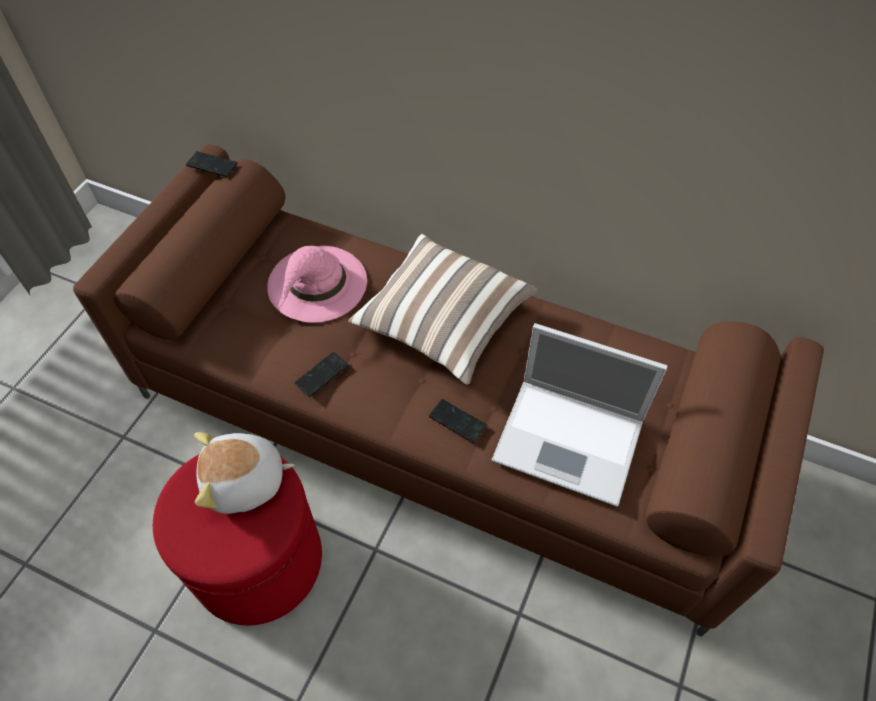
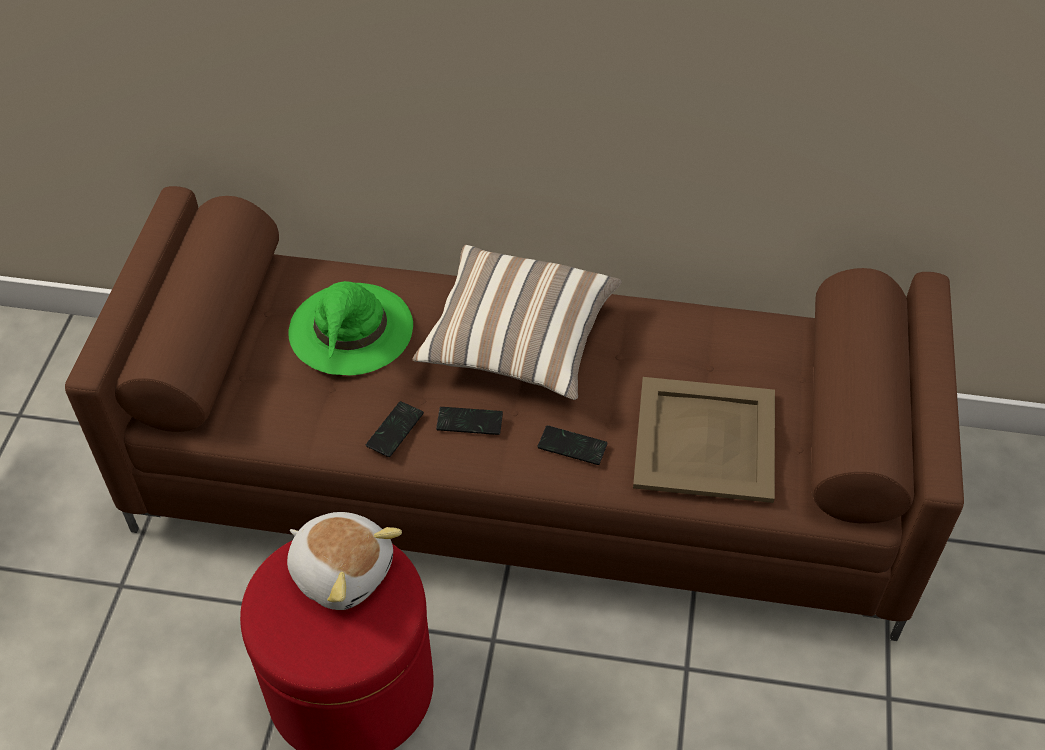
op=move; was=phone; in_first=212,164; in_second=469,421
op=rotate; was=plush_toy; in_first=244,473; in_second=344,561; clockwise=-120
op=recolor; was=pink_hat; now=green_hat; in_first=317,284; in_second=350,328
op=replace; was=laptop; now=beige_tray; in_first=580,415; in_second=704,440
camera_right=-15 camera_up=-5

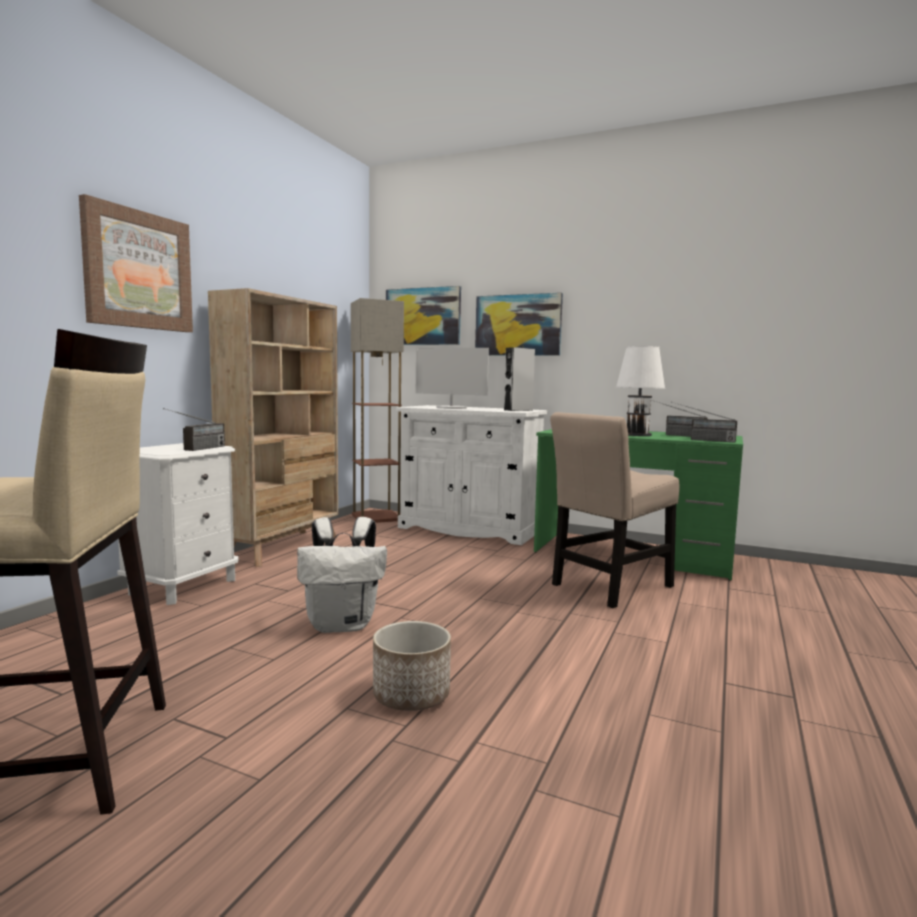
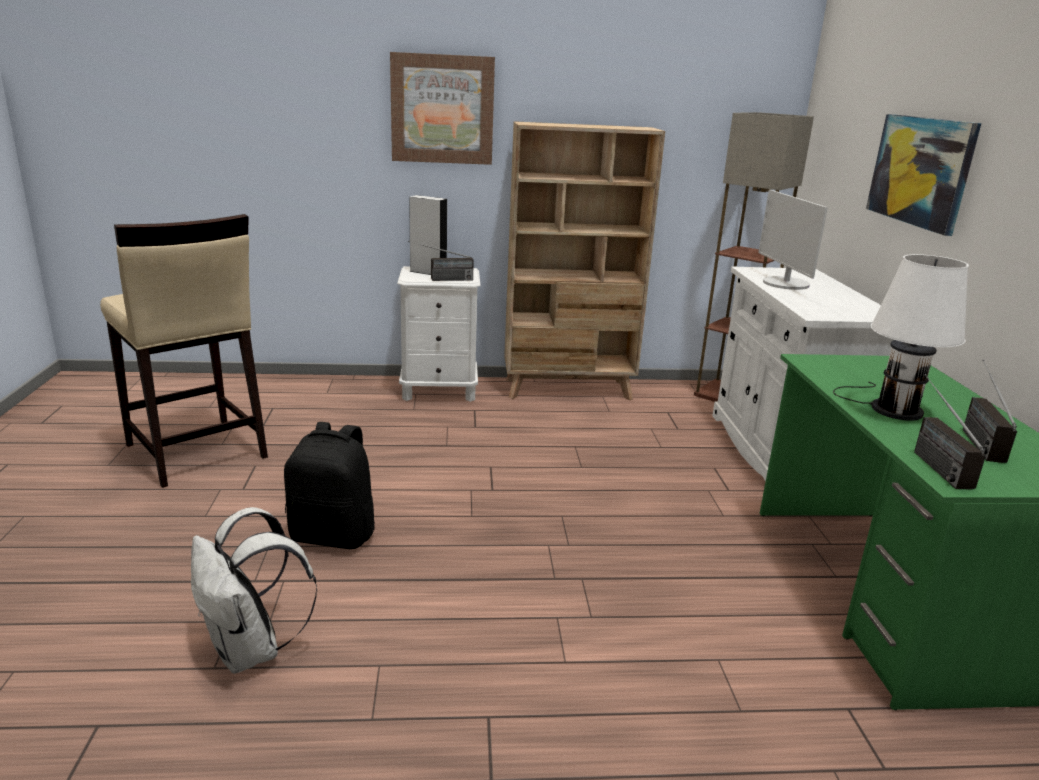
op=move; was=white_backpack; in_first=342,575; in_second=254,590
op=replace; was=planter; now=black_backpack; in_first=412,666; in_second=329,485
op=delete; was=picture; in_first=423,315
op=move; was=grey_speaker; in_first=519,379; in_second=428,235
op=delete; was=beige_chair; in_first=614,510
camera_right=60 camera_up=15

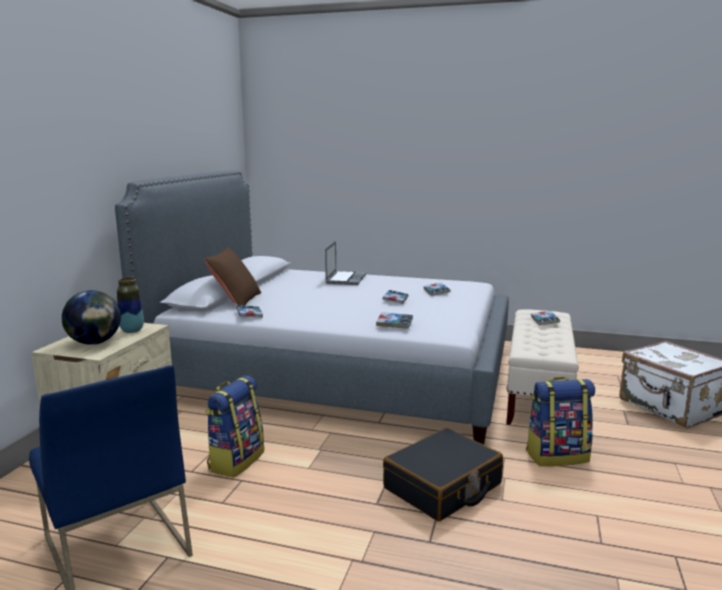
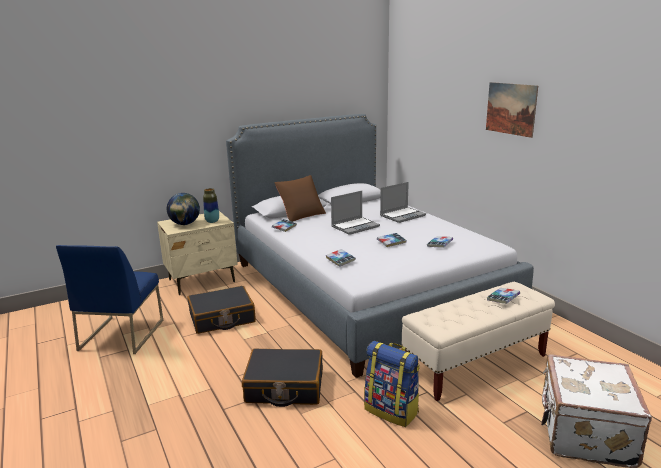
op=replace; was=backpack; now=black_suitcase; in_first=234,426; in_second=221,310
op=insert; now=laptop; in_second=355,213
op=insert; now=picture; in_second=512,110
camera_right=45 camera_up=5

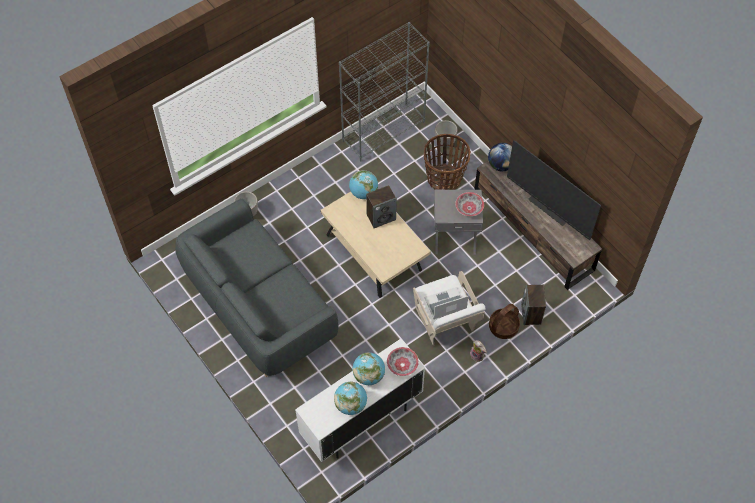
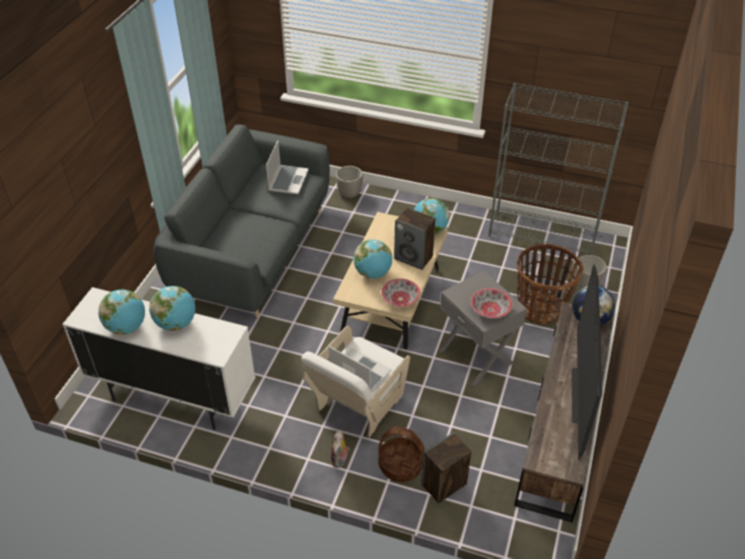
op=move; was=bowl; in_first=403,361; in_second=401,292
op=insert; now=laptop; in_second=287,167
op=insert; now=globe; in_second=372,259
camera_right=55 camera_up=-15

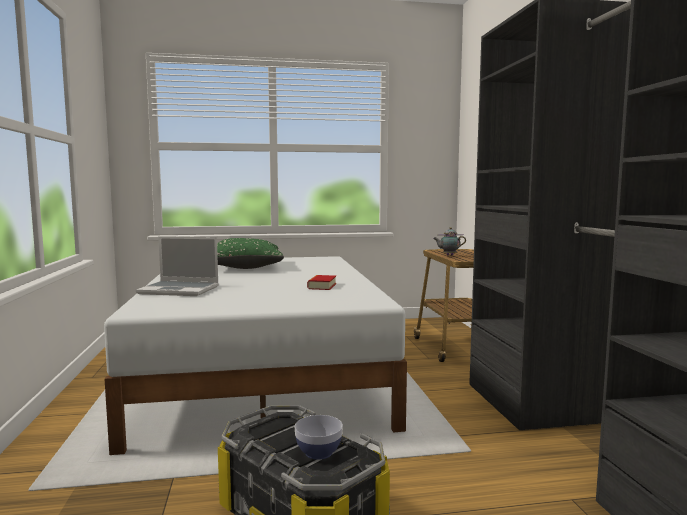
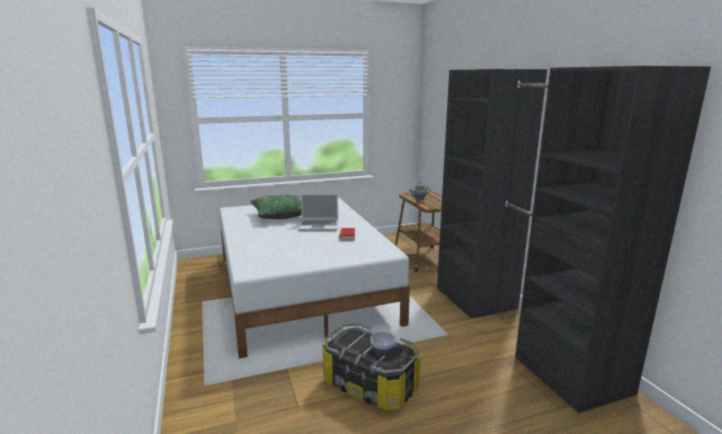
op=move; was=laptop; in_first=177,266; in_second=318,212
camera_right=-10 camera_up=10

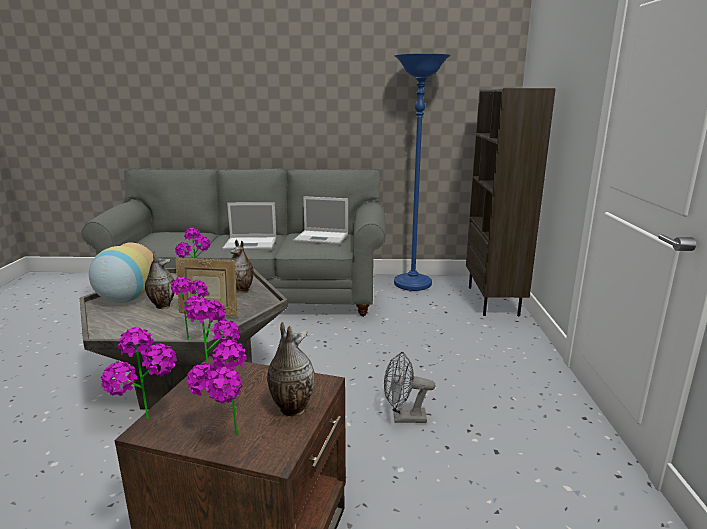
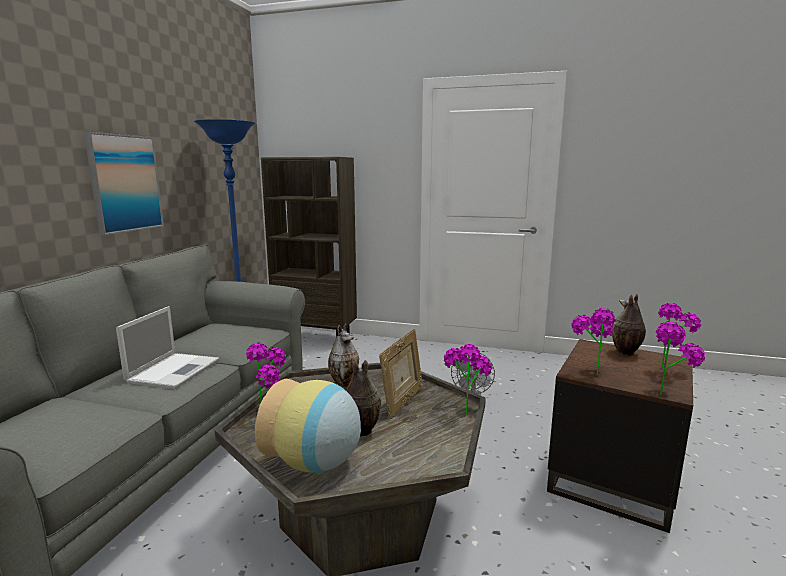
op=delete; was=laptop; in_first=320,220
op=insert; now=picture; in_second=124,183
camera_right=-75 camera_up=-5

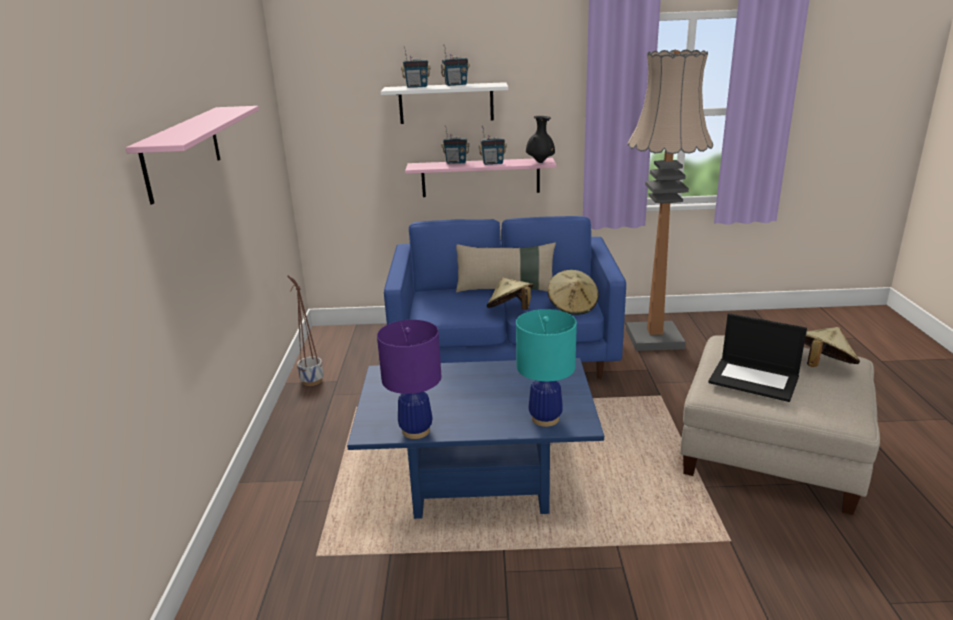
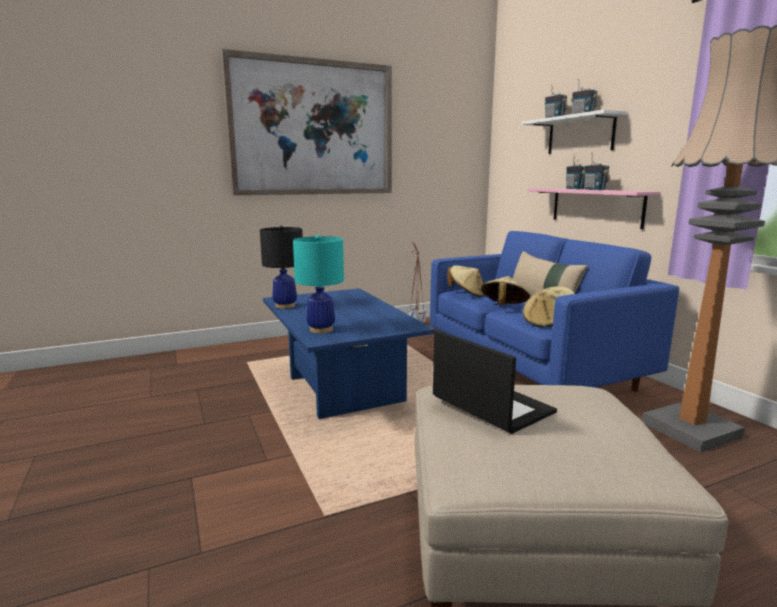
op=replace; was=pink_shelf; now=picture; in_first=192,155; in_second=306,122
op=recolor; was=purple_table_lamp; now=black_table_lamp; in_first=409,379; in_second=281,267
op=delete; was=black_vase; in_first=540,139
op=rotate; was=laptop; in_first=757,357; in_second=495,382; clockwise=135
op=move; was=beige_hat; in_first=832,347; in_second=466,281
camera_right=65 camera_up=-10

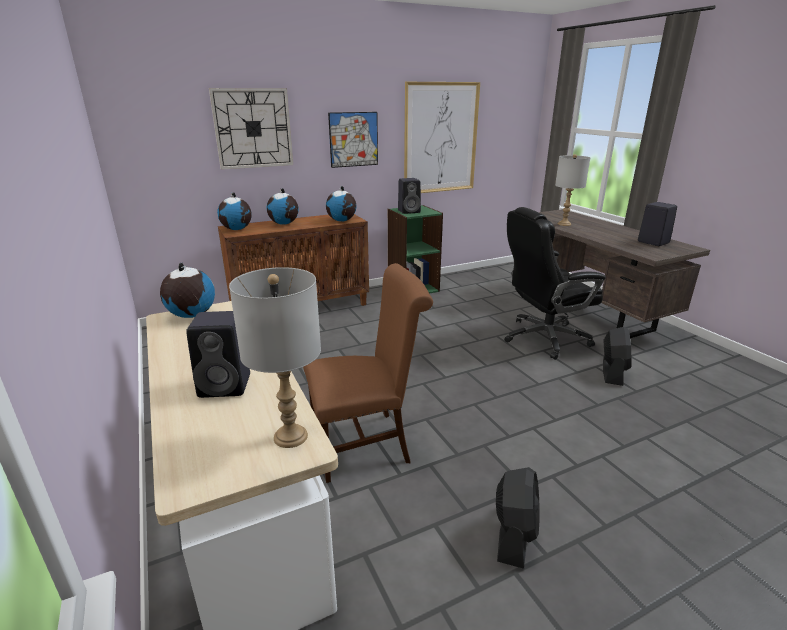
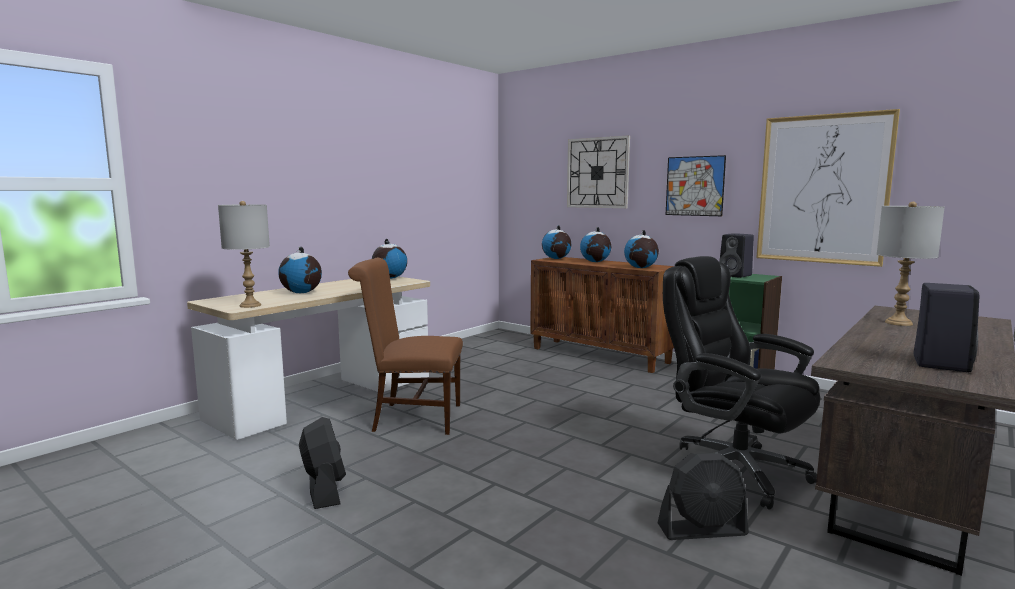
op=replace; was=black_speaker; now=globe; in_first=218,354; in_second=300,270
op=rotate; was=brown_chair; in_first=368,373; in_second=405,346; clockwise=135
op=rotate; was=black_fan; in_first=518,518; in_second=322,463; clockwise=-105
camera_right=65 camera_up=-15

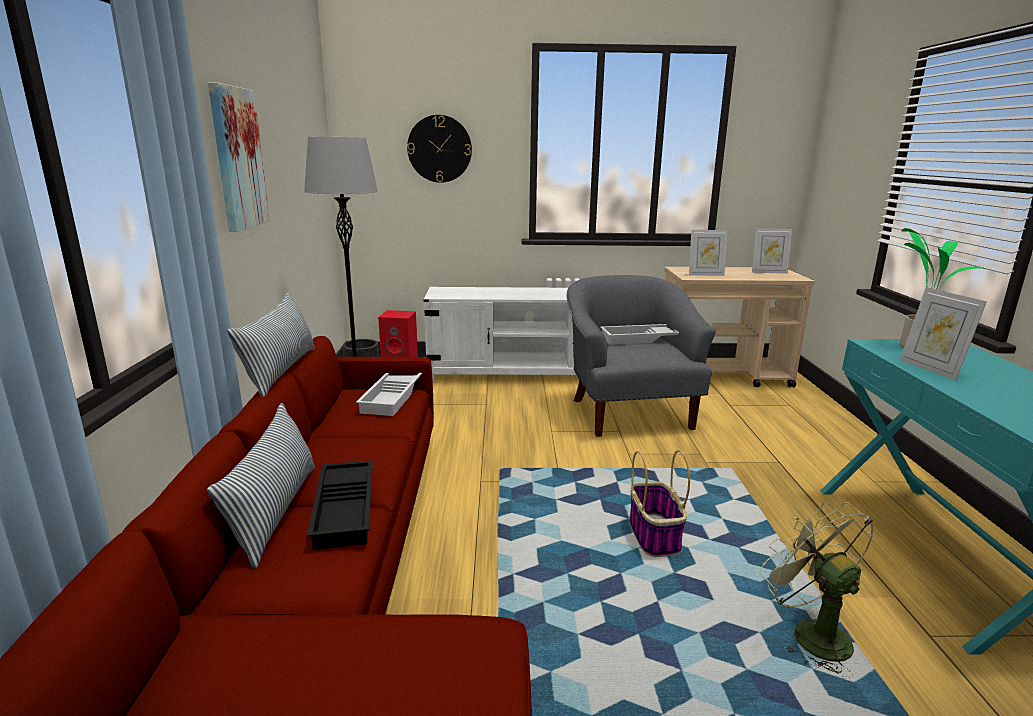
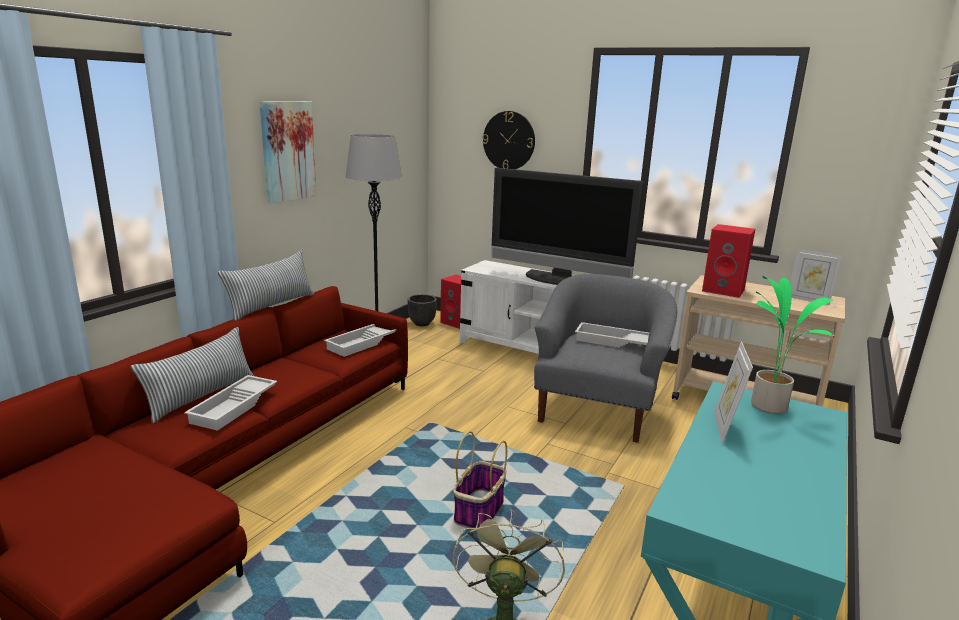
op=recolor; was=black_tray; now=white_tray; in_first=340,505; in_second=230,403
op=replace; was=picture_frame; now=red_speaker; in_first=708,253; in_second=728,261
op=insert; now=television; in_second=568,226
camera_right=30 camera_up=0

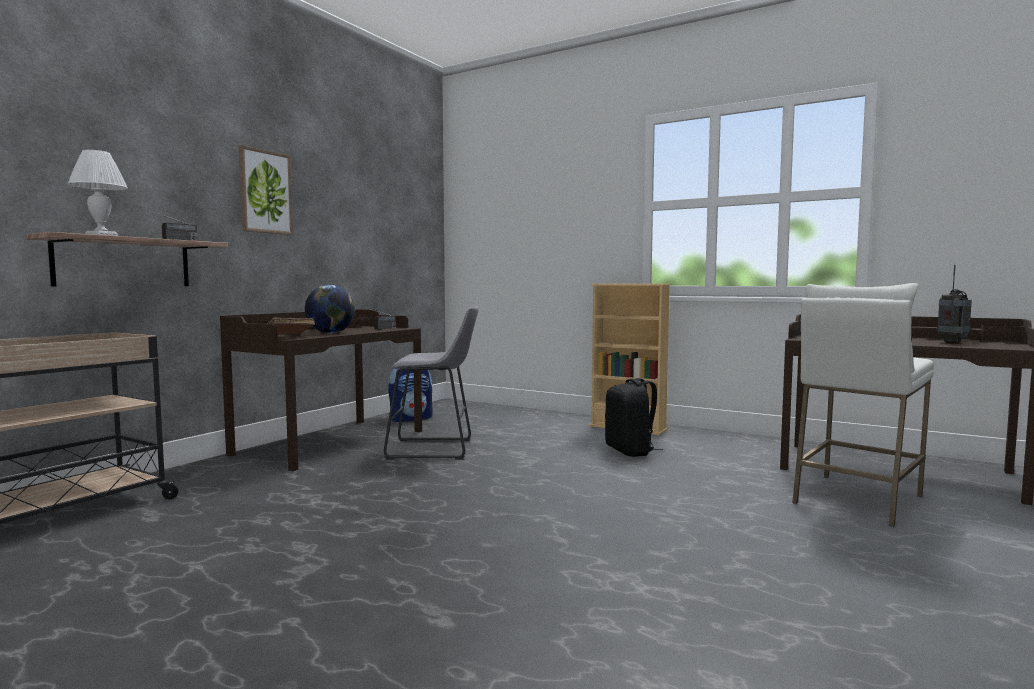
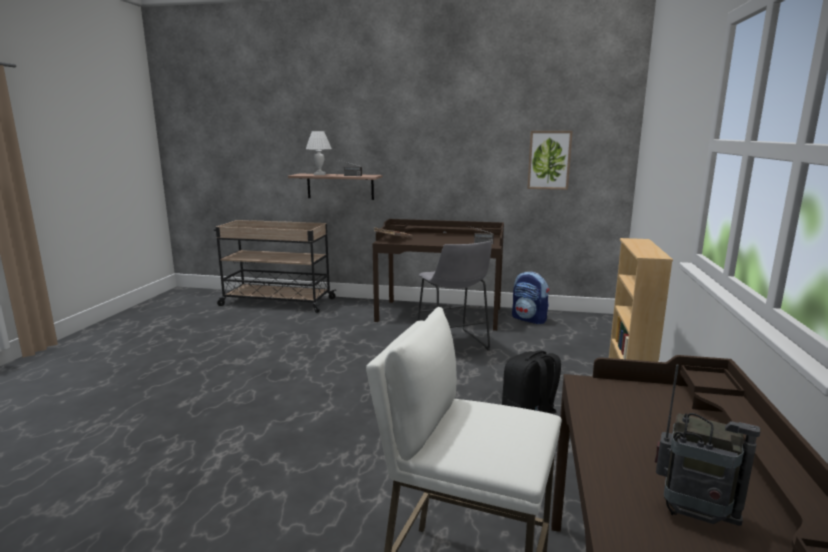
op=move; was=picture; in_first=265,190; in_second=550,160
op=delete; was=globe; in_first=330,309
camera_right=70 camera_up=10

